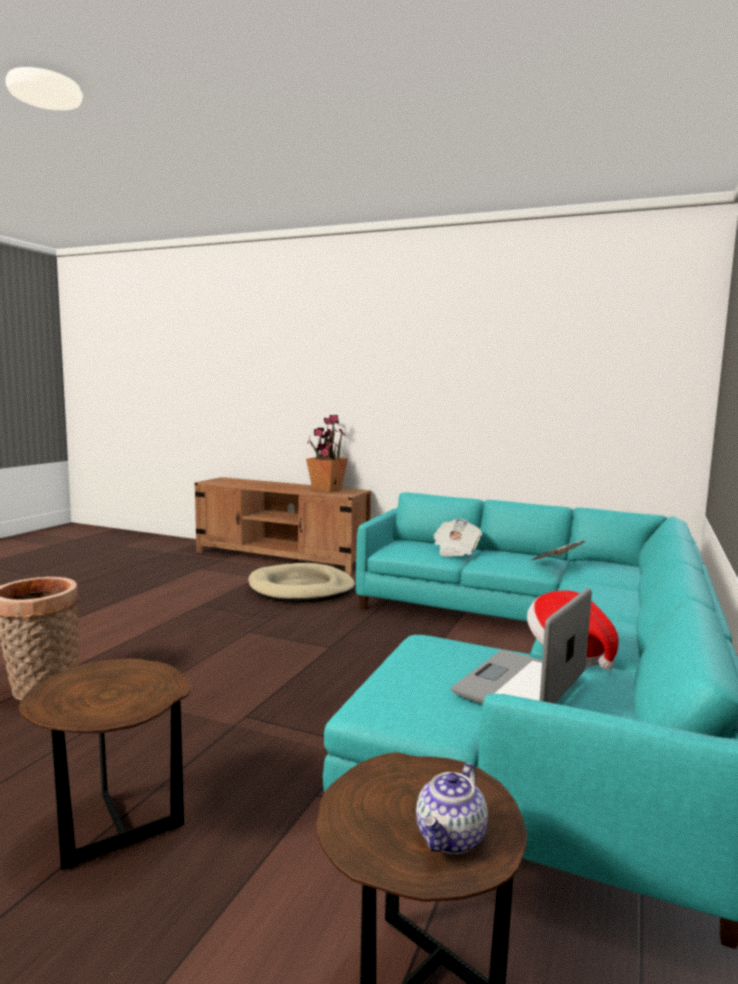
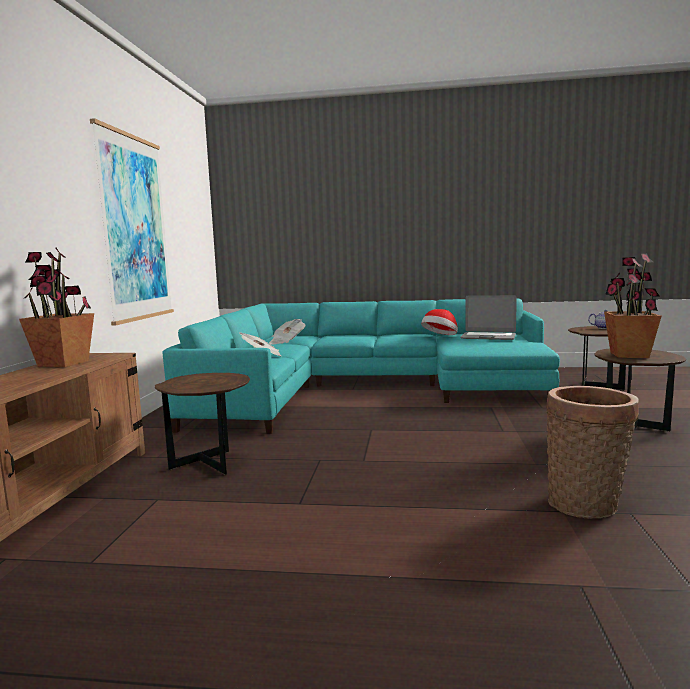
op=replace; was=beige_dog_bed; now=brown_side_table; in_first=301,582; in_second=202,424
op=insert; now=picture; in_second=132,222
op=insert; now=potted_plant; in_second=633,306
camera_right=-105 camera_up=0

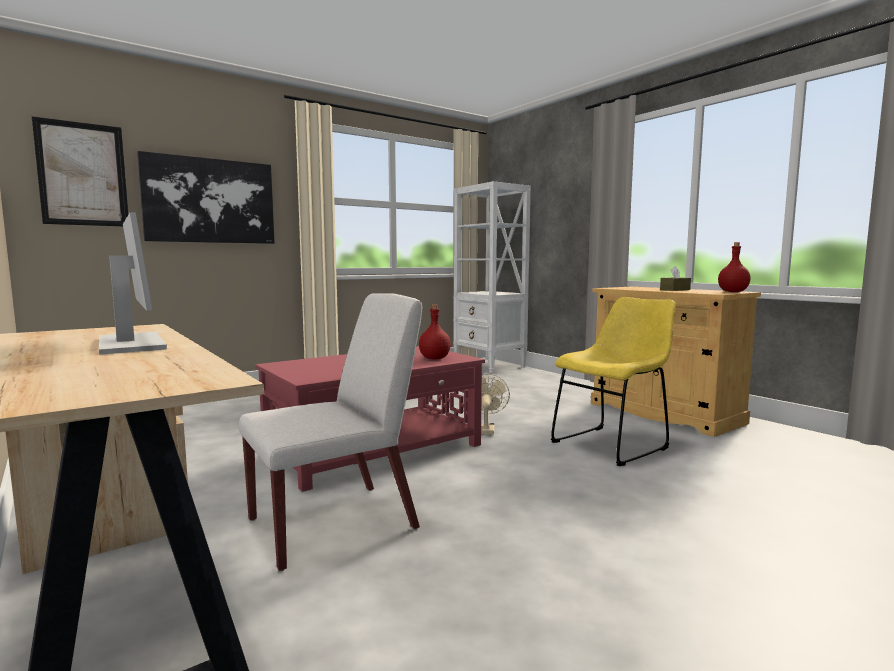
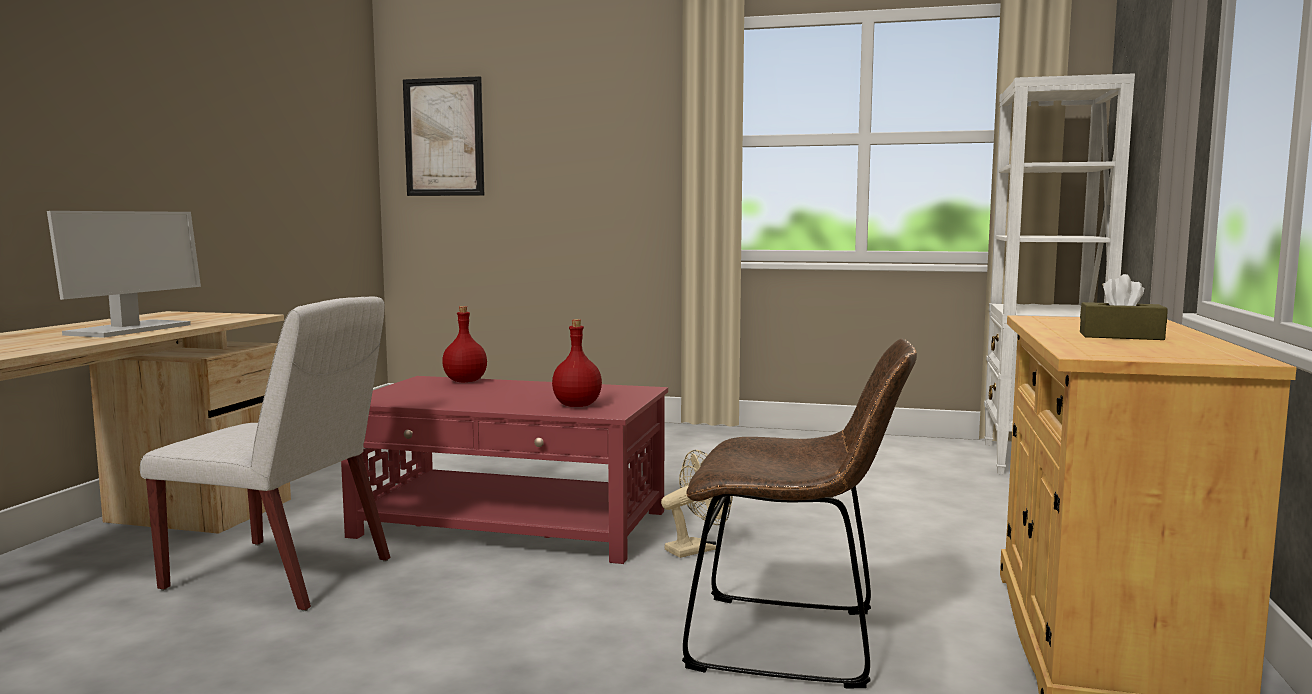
op=delete; was=picture; in_first=206,197
op=recolor; was=yellow_chair; now=brown_chair; in_first=613,381; in_second=799,513
op=move; was=red_bottle; in_first=734,267; in_second=464,344
camera_right=50 camera_up=0

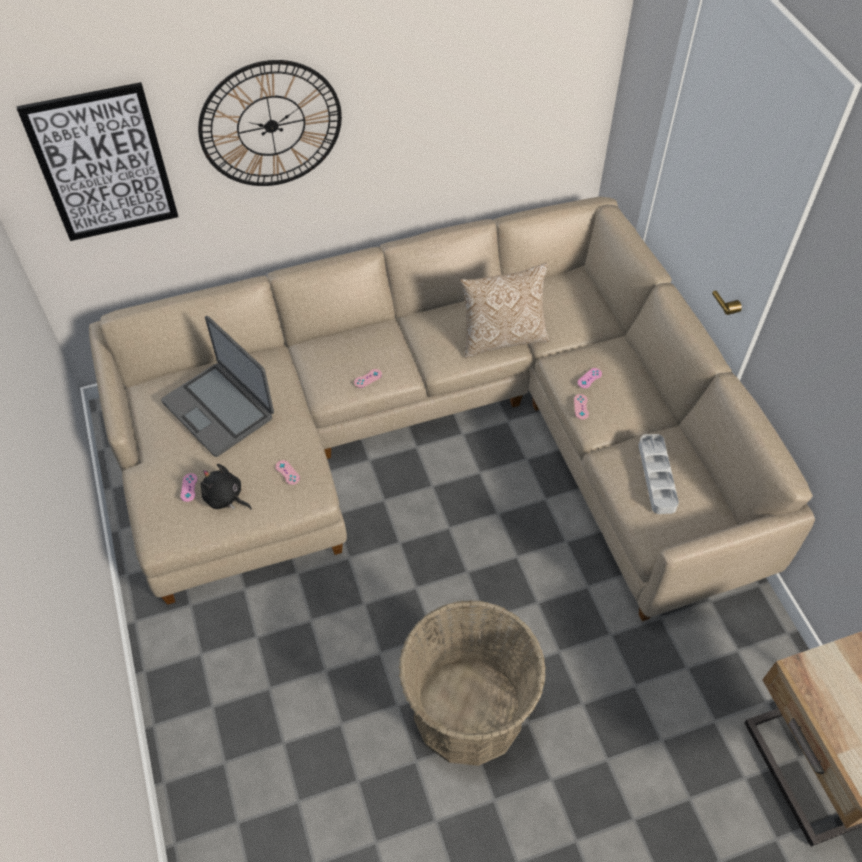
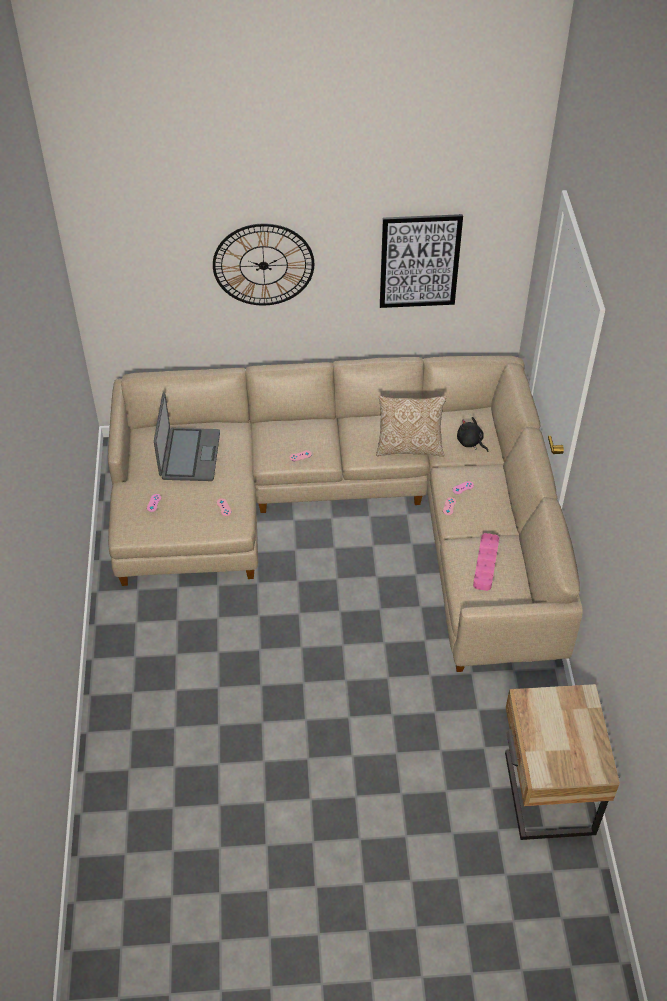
op=move; was=picture; in_first=97,161; in_second=421,261
op=rotate; was=laptop; in_first=217,386; in_second=187,436; clockwise=-150
op=move; was=black_plush_toy; in_first=226,487; in_second=472,434
op=delete; was=basket; in_first=472,683
op=recolor; was=grey_tray; now=pink_tray; in_first=659,474; in_second=486,562
camera_right=15 camera_up=-5

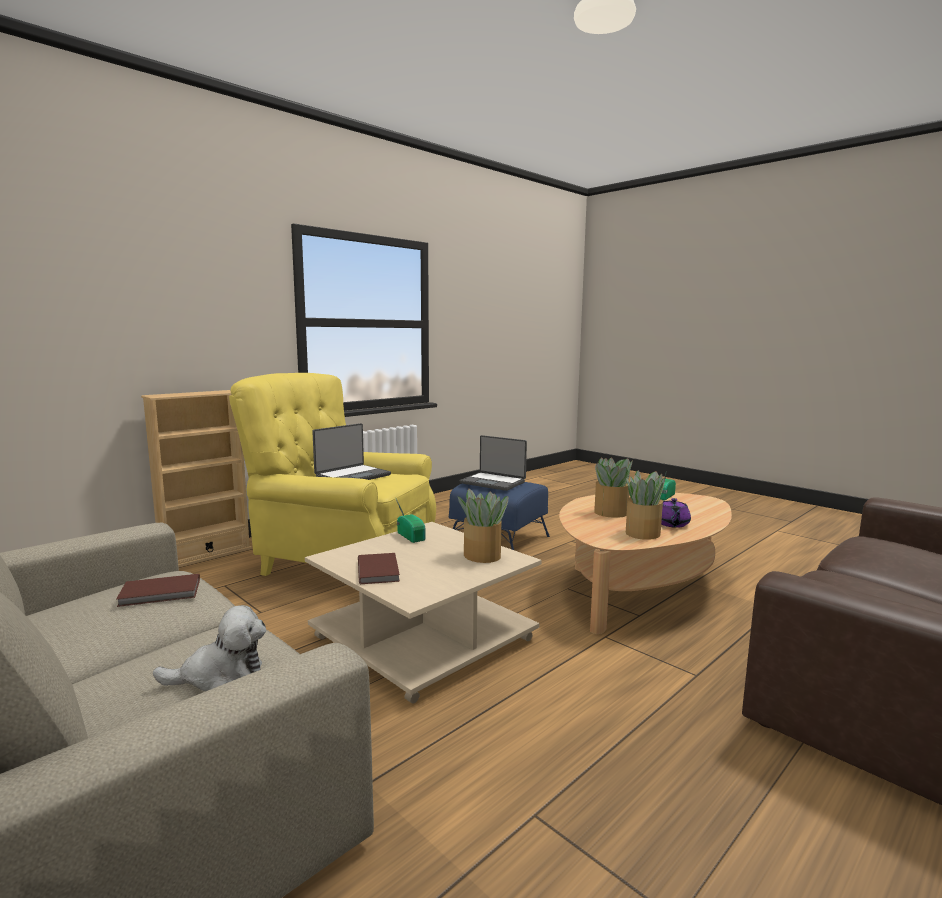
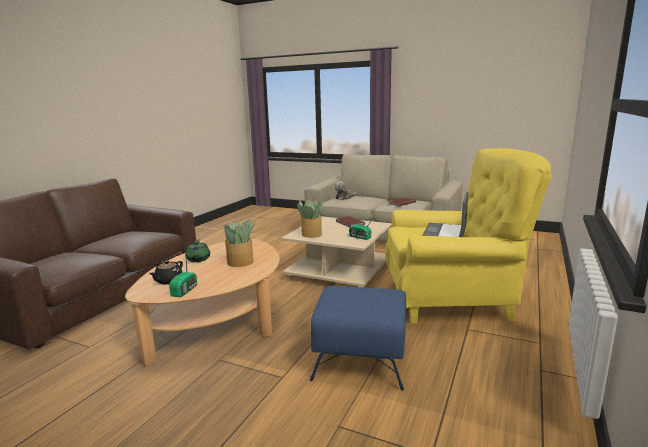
op=delete; was=beige_bookcase; in_first=196,478
op=delete; was=laptop; in_first=493,463
op=delete; was=potted_plant; in_first=645,505
op=recolor; was=purple_teapot; now=green_teapot; in_first=676,513; in_second=197,250
op=insert; now=black_teapot; in_second=166,272
camera_right=160 camera_up=5

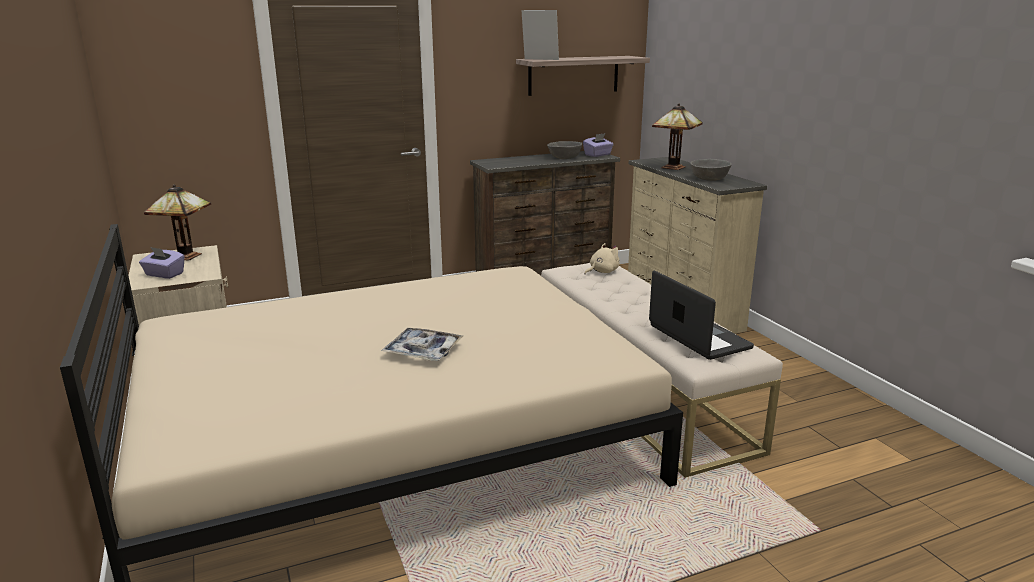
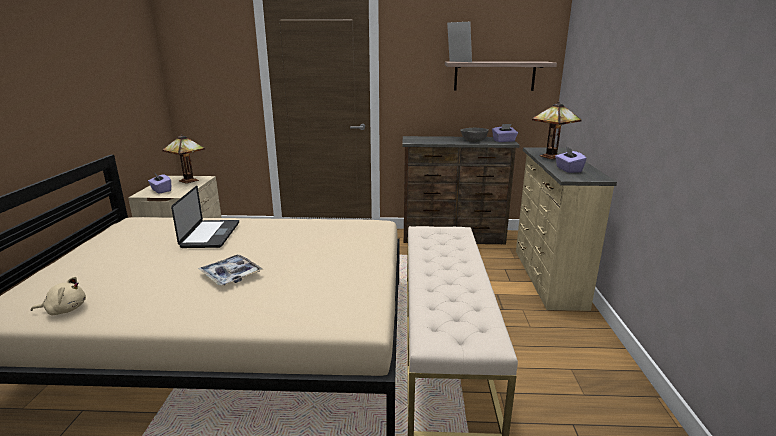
op=move; was=beige_plush_toy; in_first=602,258; in_second=58,296
op=move; was=laptop; in_first=701,315; in_second=205,217
op=replace; was=grey_bowl; now=purple_tissue_box; in_first=711,170; in_second=571,160
camera_right=25 camera_up=0

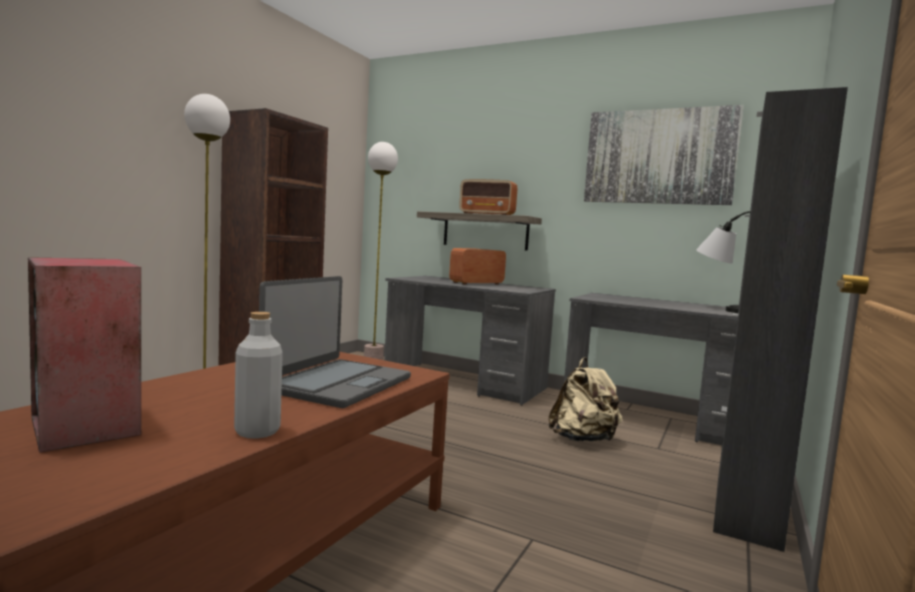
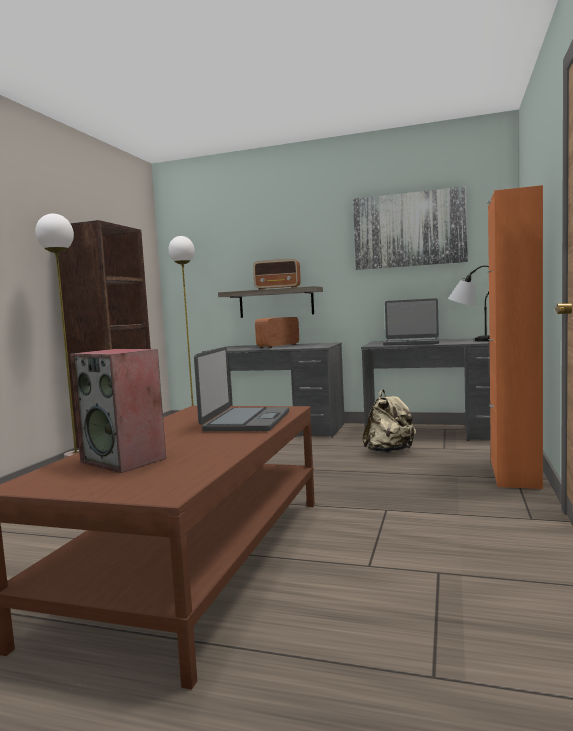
op=delete; was=grey_bottle; in_first=258,375
op=recolor; was=black_cabinet; now=orange_cabinet; in_first=780,319; in_second=515,337
op=insert; now=laptop; in_second=411,322
camera_right=-10 camera_up=0

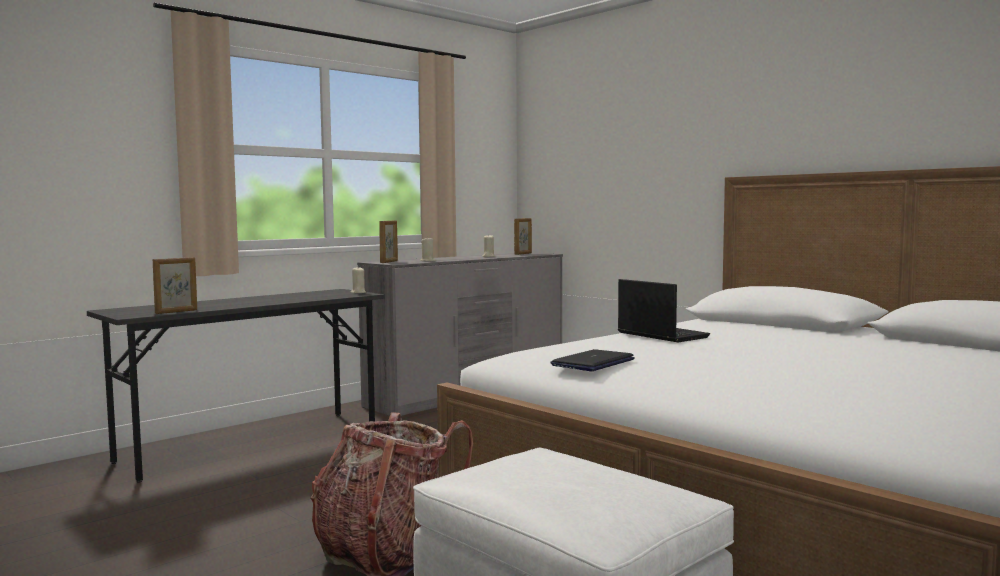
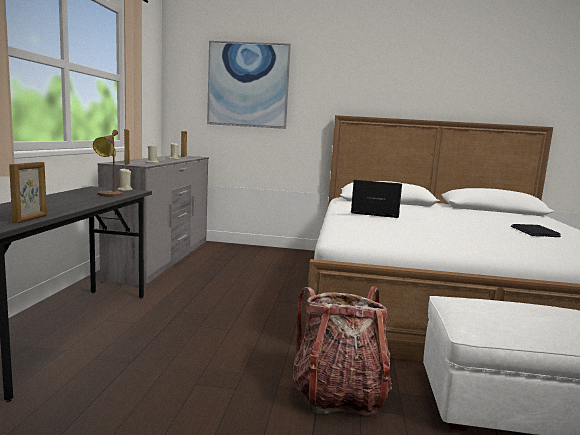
op=move; was=laptop; in_first=592,360; in_second=536,230
op=insert; now=brown_table_lamp; in_second=108,163
op=insert; now=picture; in_second=249,85
camera_right=-40 camera_up=5

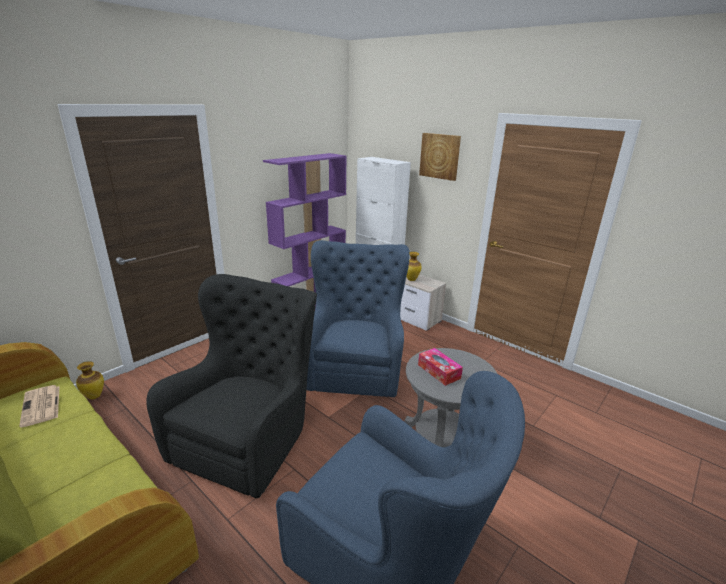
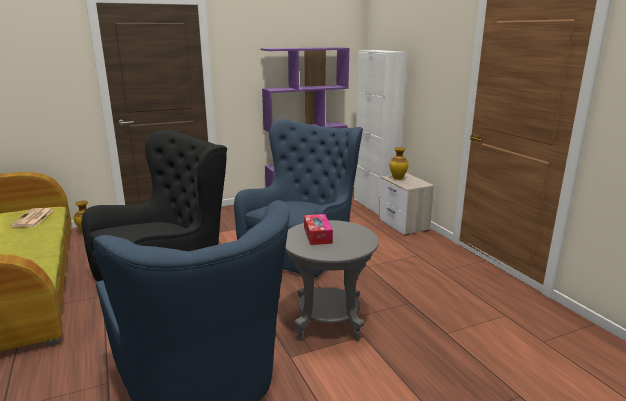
op=delete; was=picture; in_first=440,157
camera_right=25 camera_up=-5

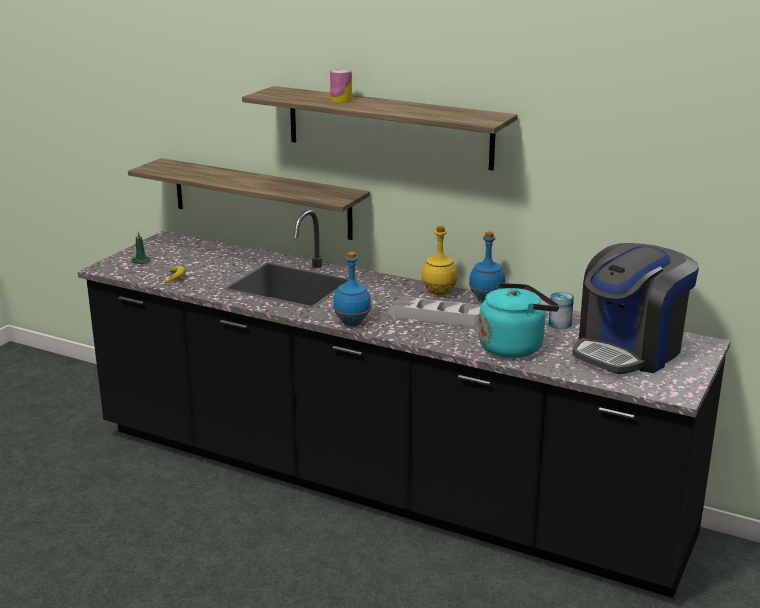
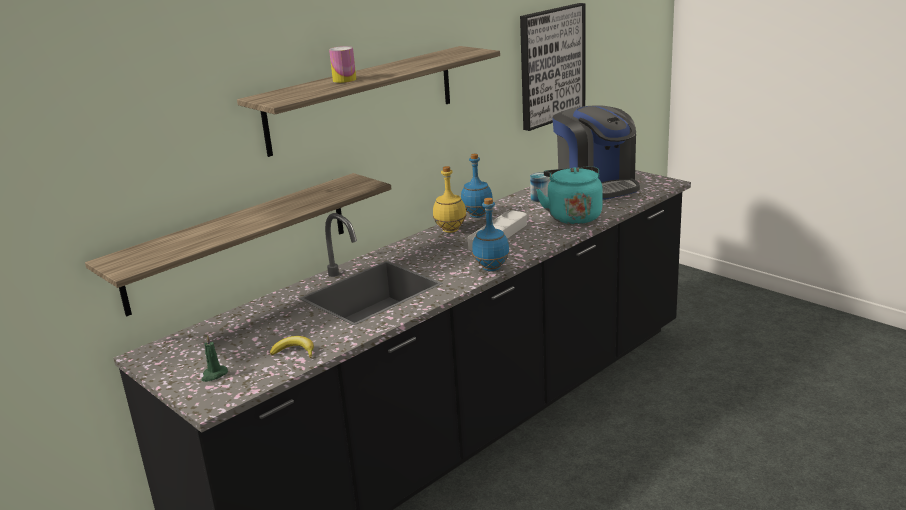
op=insert; now=picture; in_second=552,67
camera_right=-70 camera_up=0

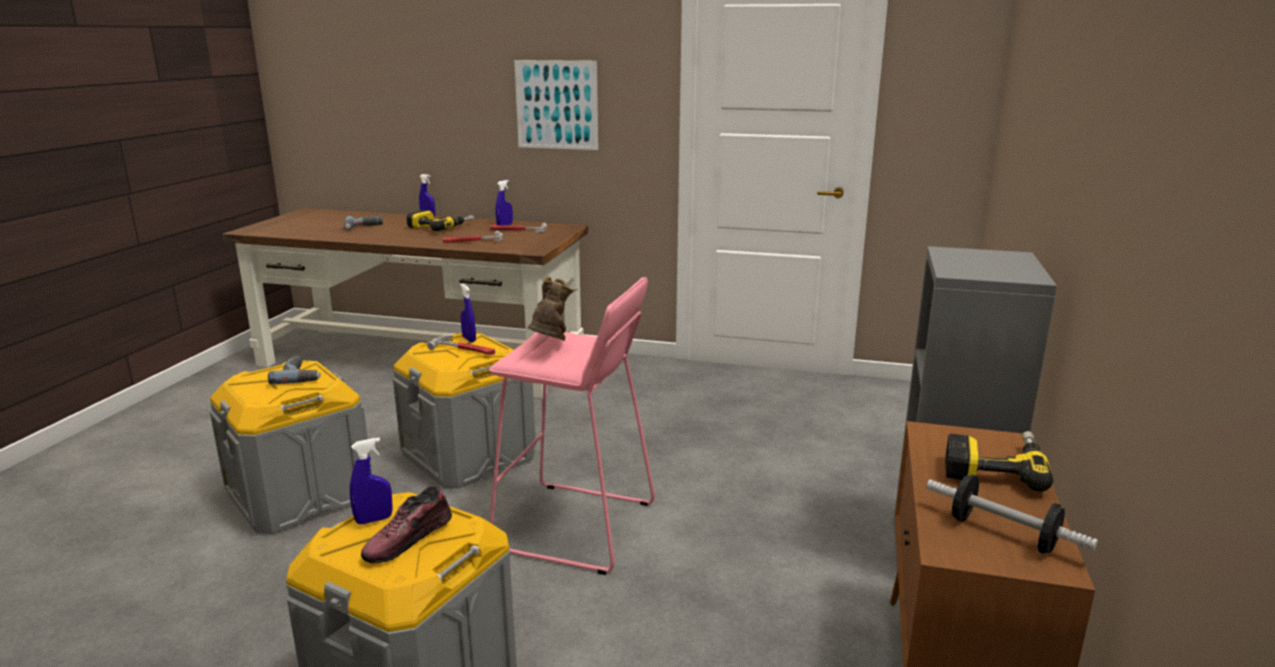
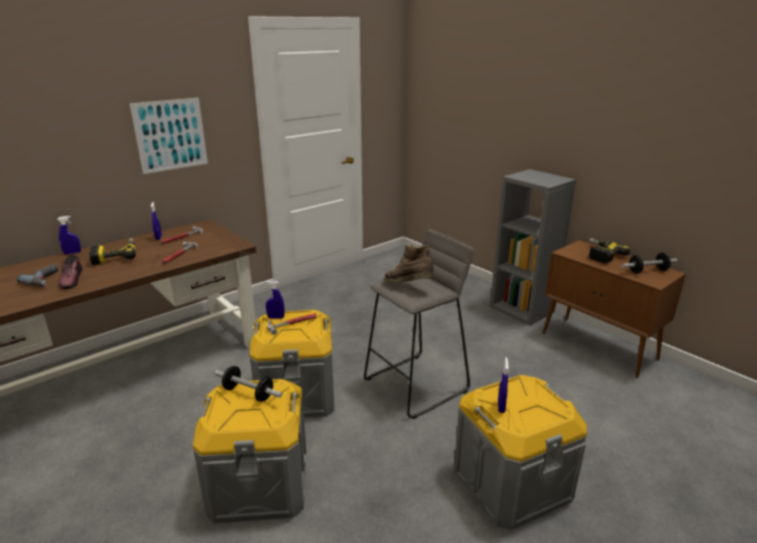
op=replace; was=power_drill; now=dumbbell; in_first=294,369; in_second=248,384
op=move; was=shoe; in_first=406,524; in_second=71,271
op=recolor; was=pink_stool; now=grey_stool; in_first=572,426; in_second=418,324
camera_right=-55 camera_up=5

